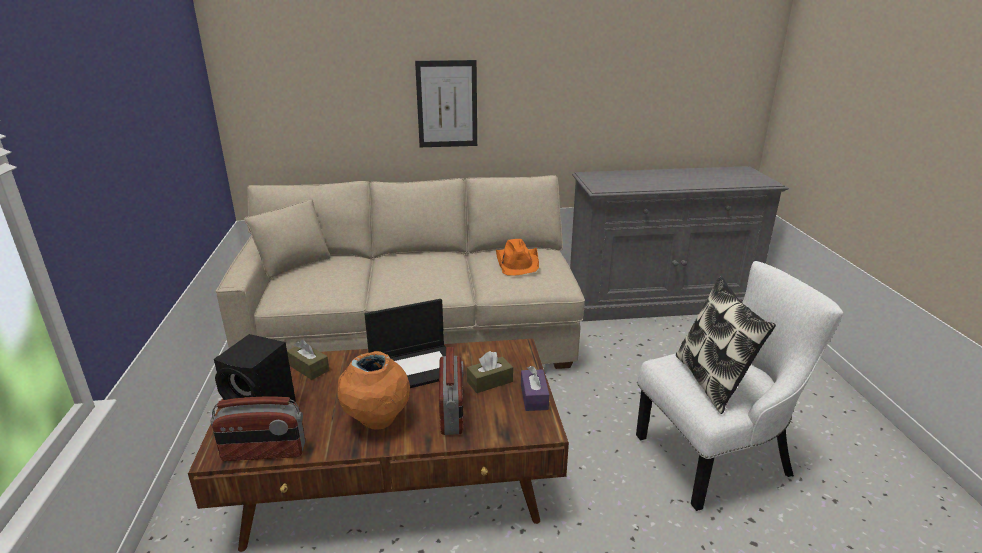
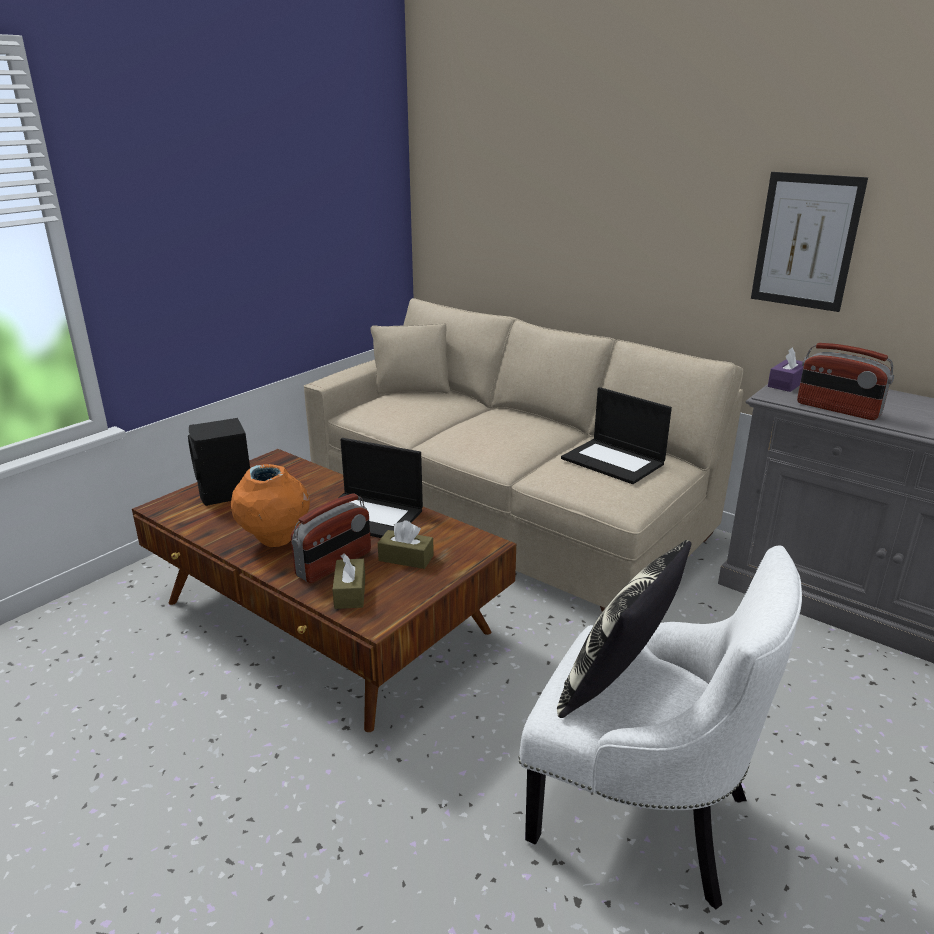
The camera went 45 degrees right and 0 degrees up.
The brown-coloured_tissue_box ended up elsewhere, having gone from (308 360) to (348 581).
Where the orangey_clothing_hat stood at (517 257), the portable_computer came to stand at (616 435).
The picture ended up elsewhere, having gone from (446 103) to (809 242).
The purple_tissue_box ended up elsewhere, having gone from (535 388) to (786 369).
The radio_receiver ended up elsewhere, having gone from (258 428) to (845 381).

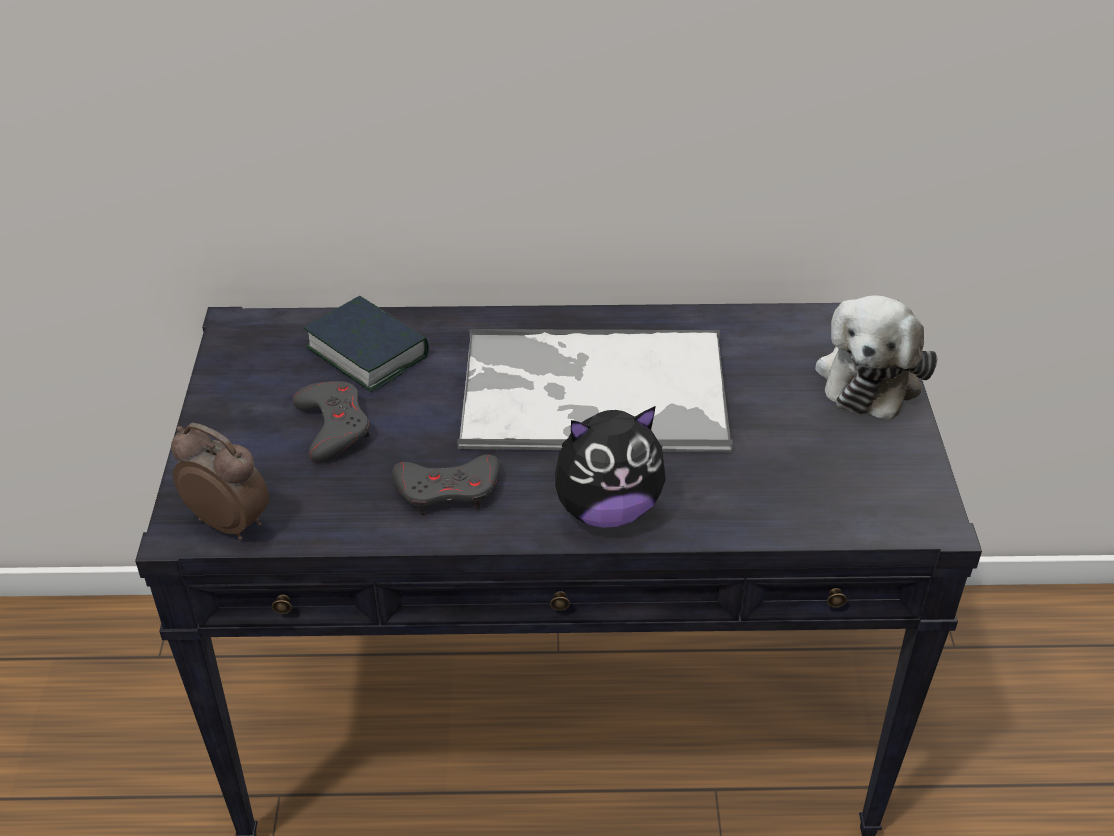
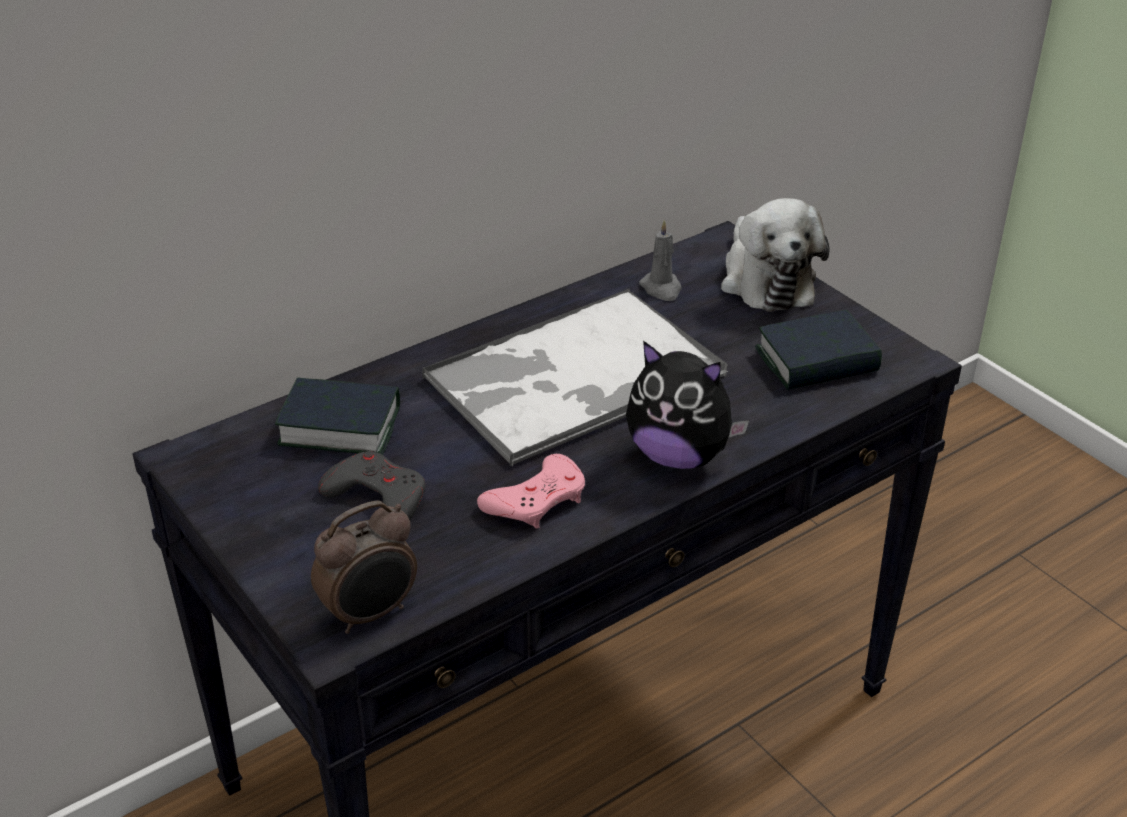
The camera went 35 degrees left and 5 degrees down.
The bedside_clock at (220 481) ended up facing another way, 150 degrees clockwise from before.
What was the grey_joypad at (446 484) turned into the pink_joypad at (531 491).
The soft_toy at (610 467) ended up facing another way, 75 degrees clockwise from before.
The second view gained the grey_wax_light at (660 260).
The second view gained the bound_book at (818 350).

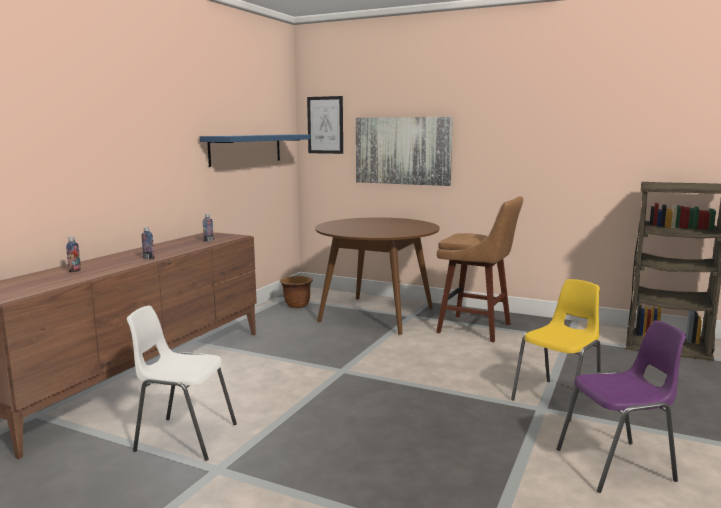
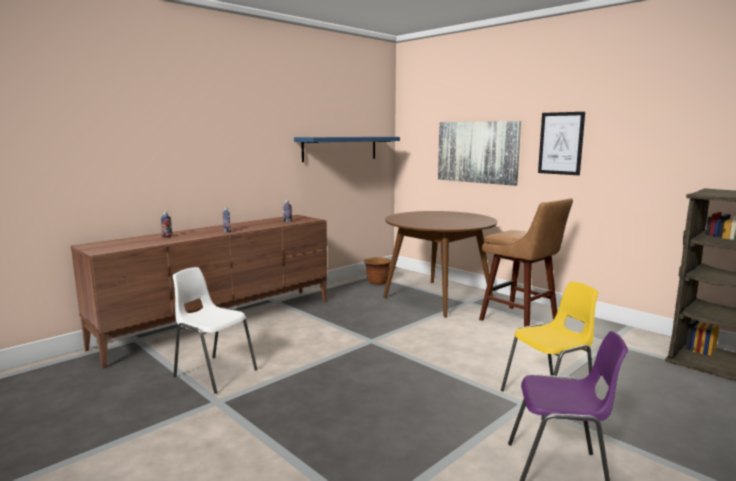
The camera went 20 degrees right and 0 degrees up.
The picture ended up elsewhere, having gone from (325 125) to (561 143).

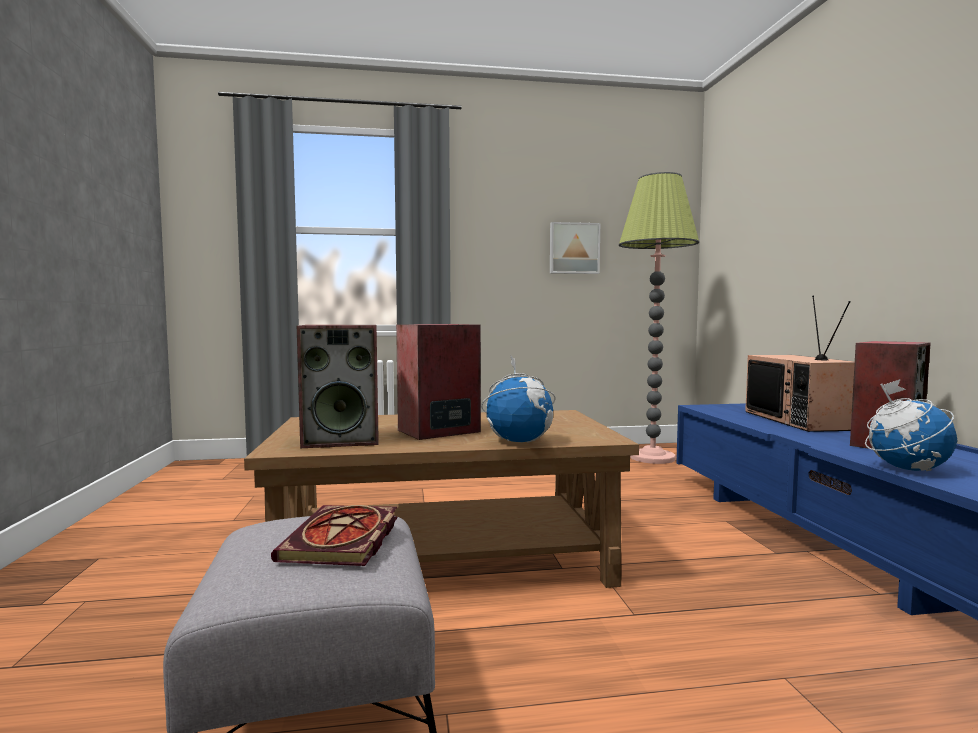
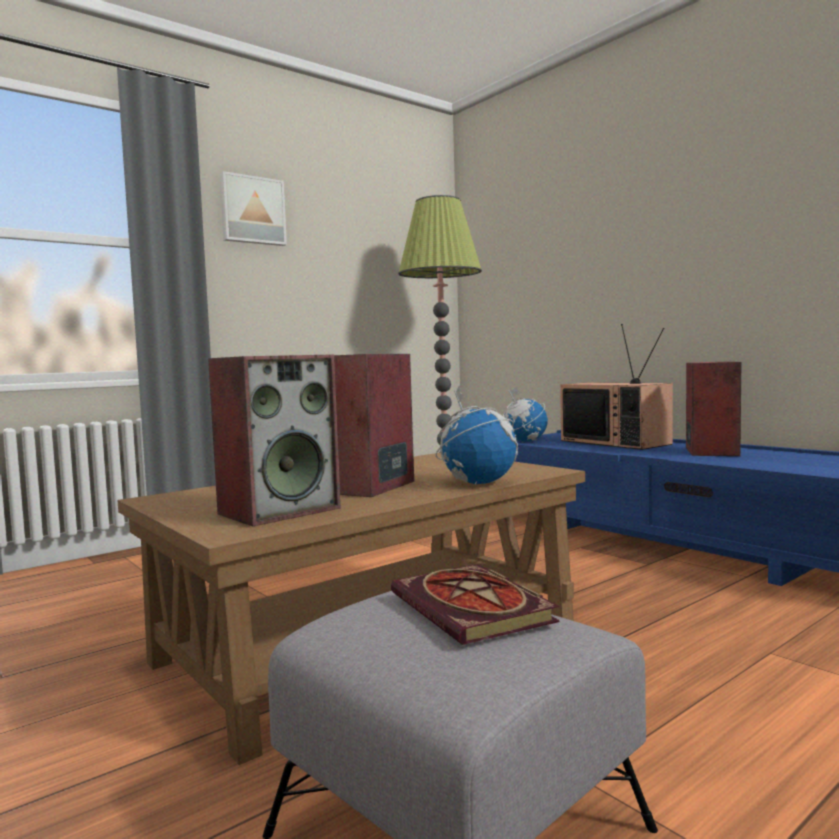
The camera went 30 degrees left and 0 degrees up.
The picture ended up elsewhere, having gone from (575 248) to (253 208).
The desk_globe ended up elsewhere, having gone from (911 425) to (525 414).

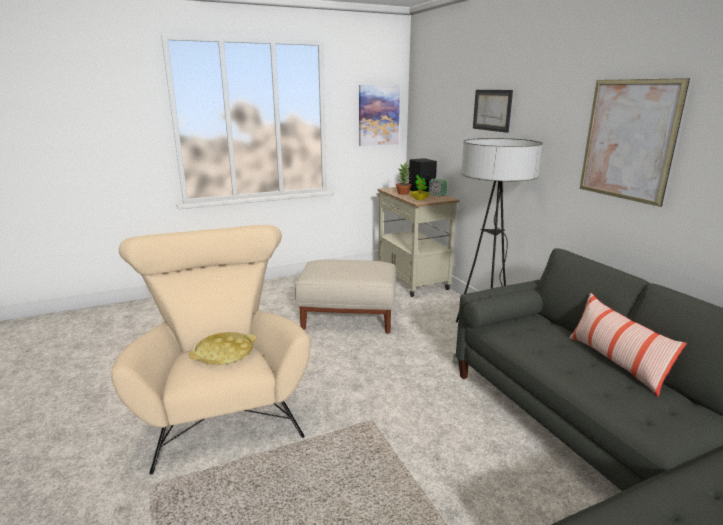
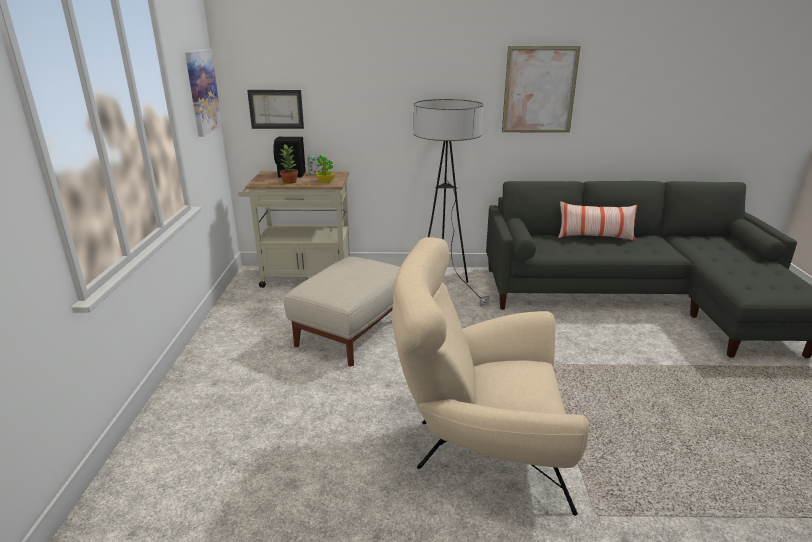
The camera went 65 degrees left and 5 degrees up.
The picture ended up elsewhere, having gone from (493 111) to (275 109).
The second view lost the yellow-coloured_carrying_tray at (222 348).

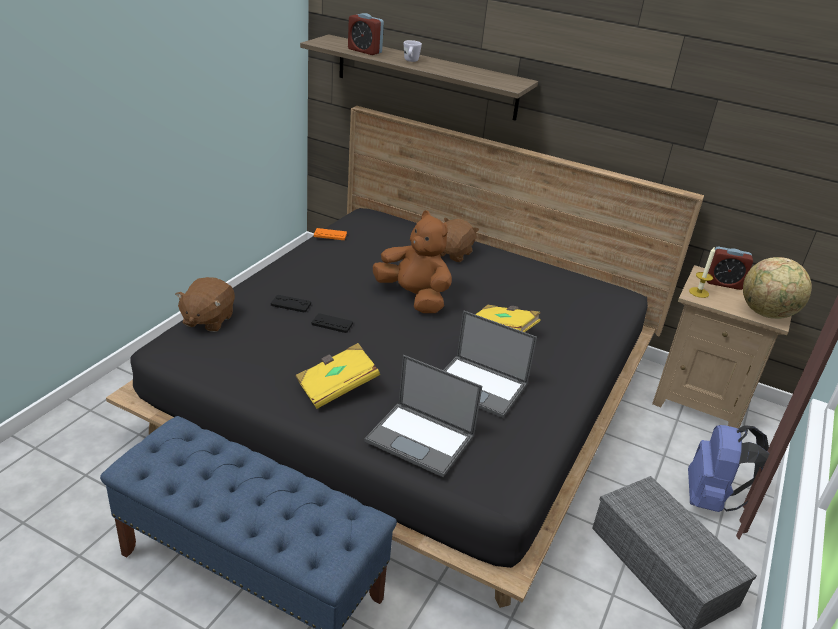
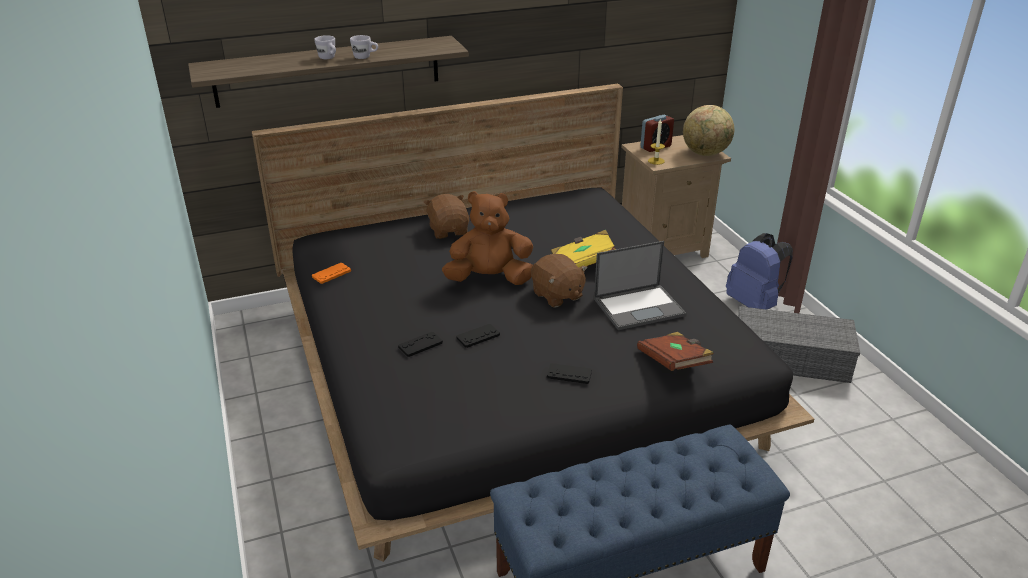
The camera went 45 degrees left and 0 degrees up.
The second view gained the white-coloured_coffee_mug at (364 47).
The brown-coloured_soft_toy ended up elsewhere, having gone from (205 304) to (559 281).
Where the yellow-coloured_bound_book stood at (337 376), the blackish_joypad came to stand at (569 373).
Where the portable_computer stood at (423 416), the brown-coloured_bound_book came to stand at (675 351).
The second view lost the bedside_clock at (366 34).

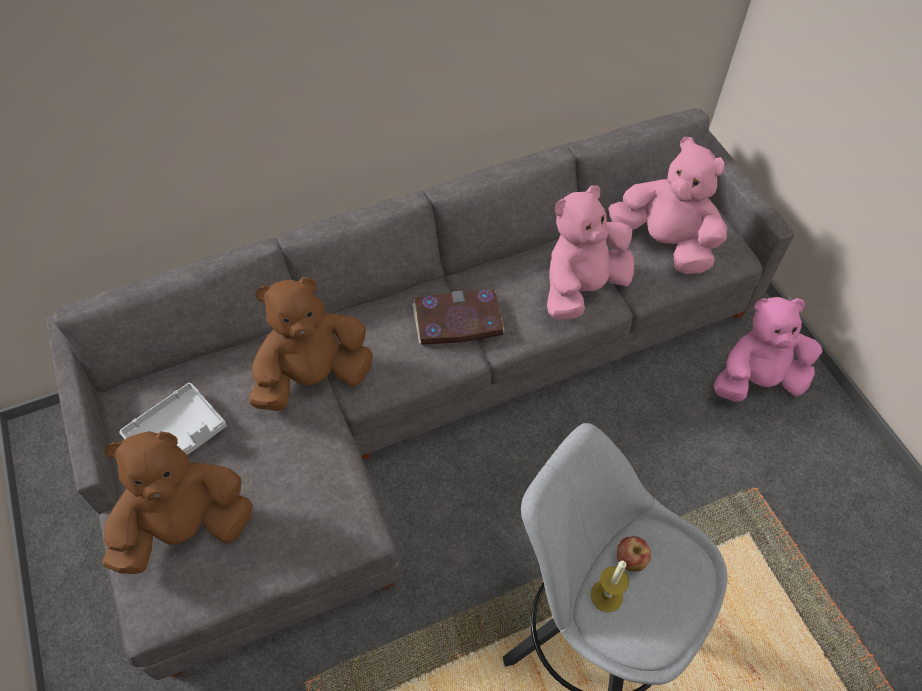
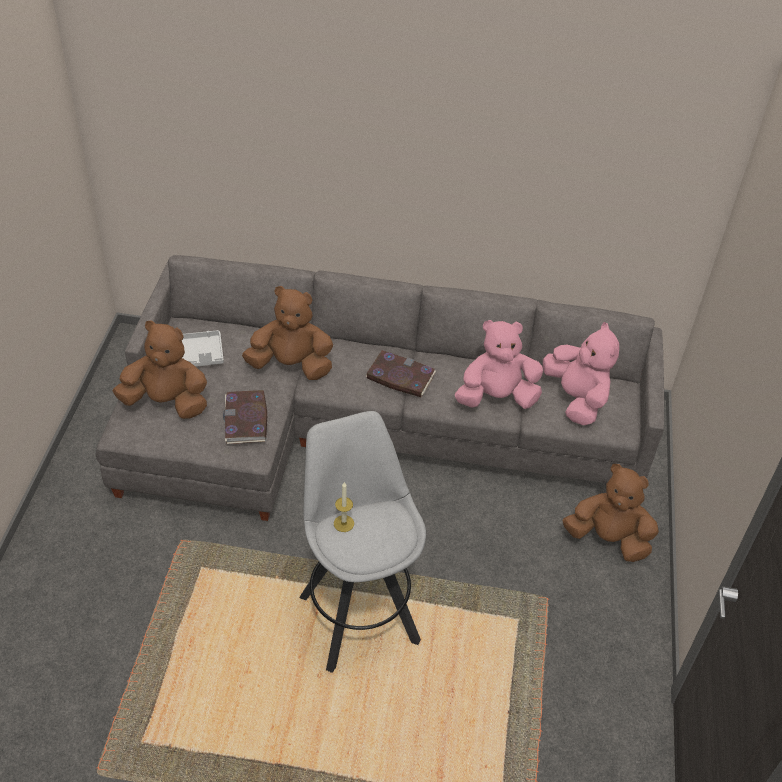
The camera went 30 degrees right and 10 degrees down.
The second view gained the bound_book at (245 417).
What was the pink_soft_toy at (768 349) turned into the brown-coloured_soft_toy at (611 513).
The second view lost the apple at (634 554).

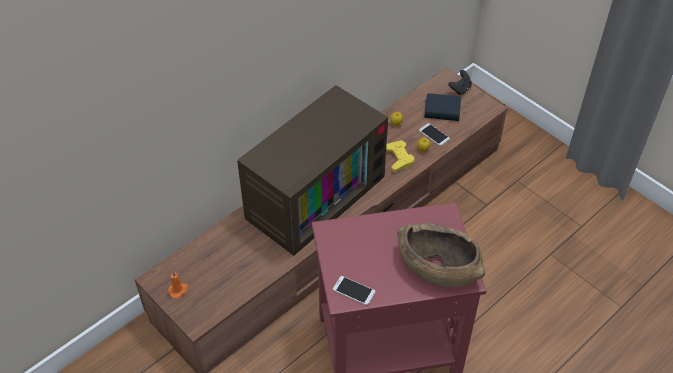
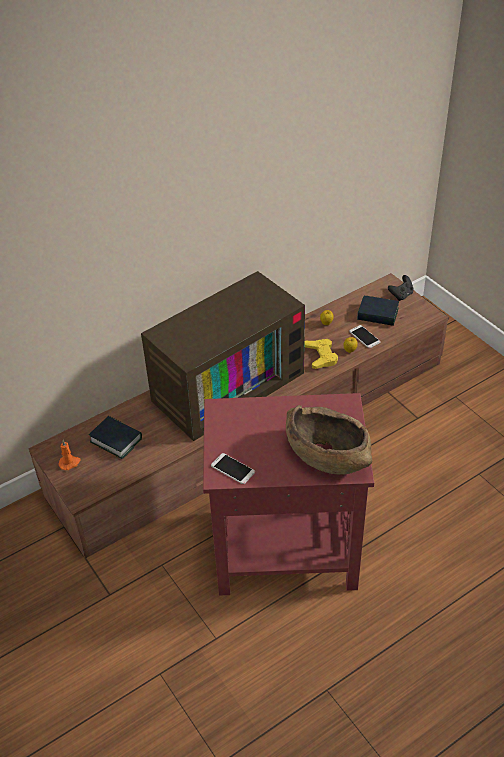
The camera went 10 degrees right and 5 degrees down.
The second view gained the bound_book at (115 437).

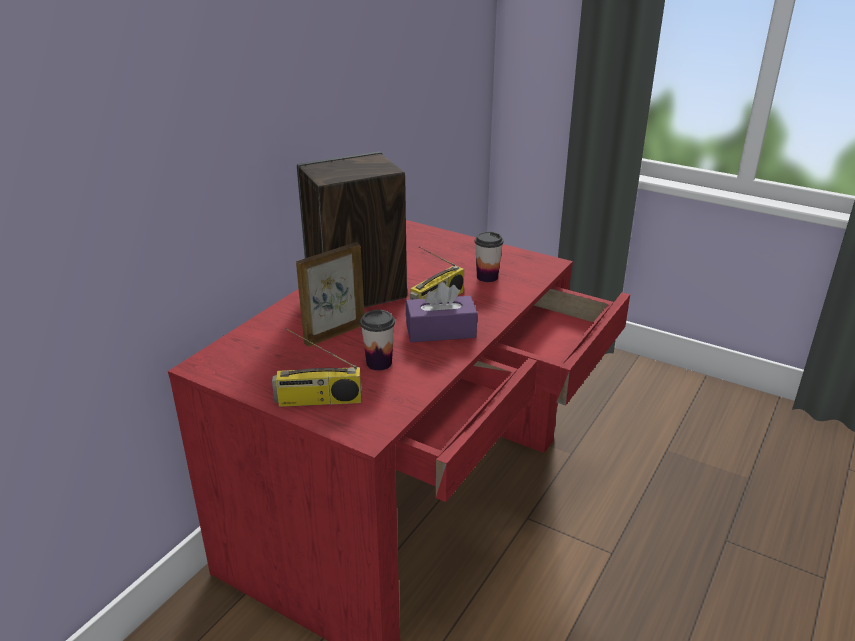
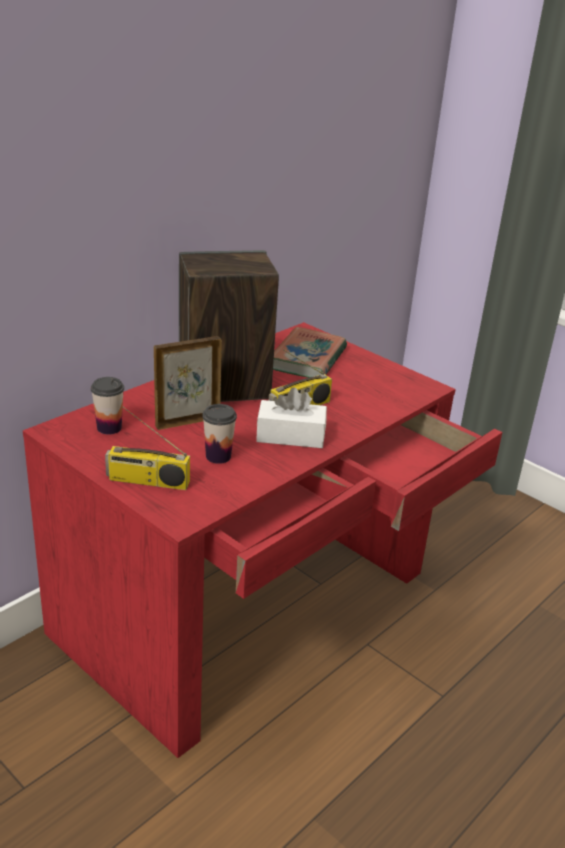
The camera went 10 degrees right and 0 degrees up.
The small_cup ended up elsewhere, having gone from (489 257) to (107 405).
What was the purple_tissue_box at (441 312) turned into the white-coloured_tissue_box at (291 417).
The second view gained the bound_book at (310 352).

